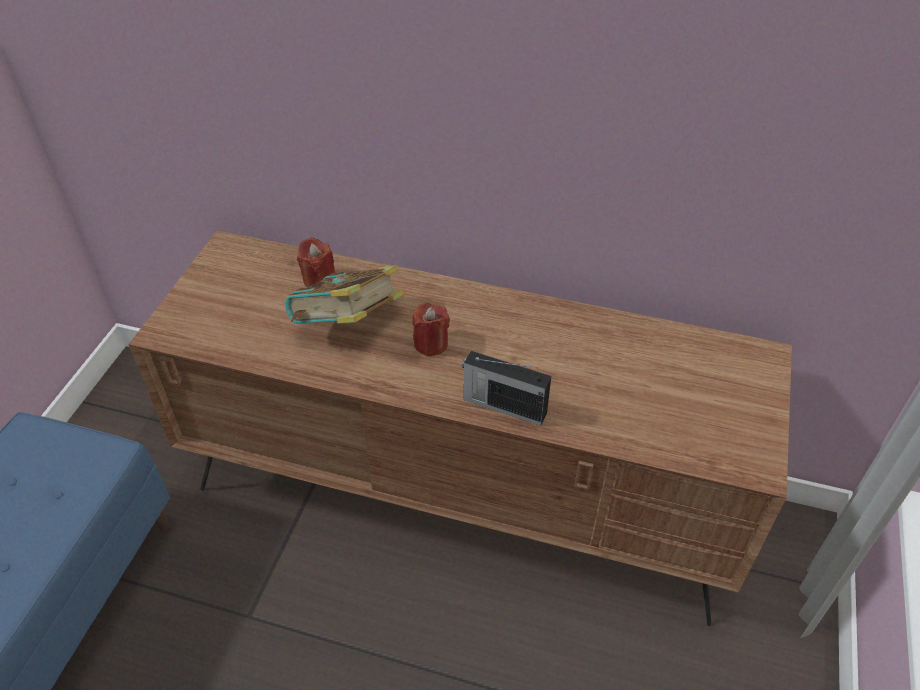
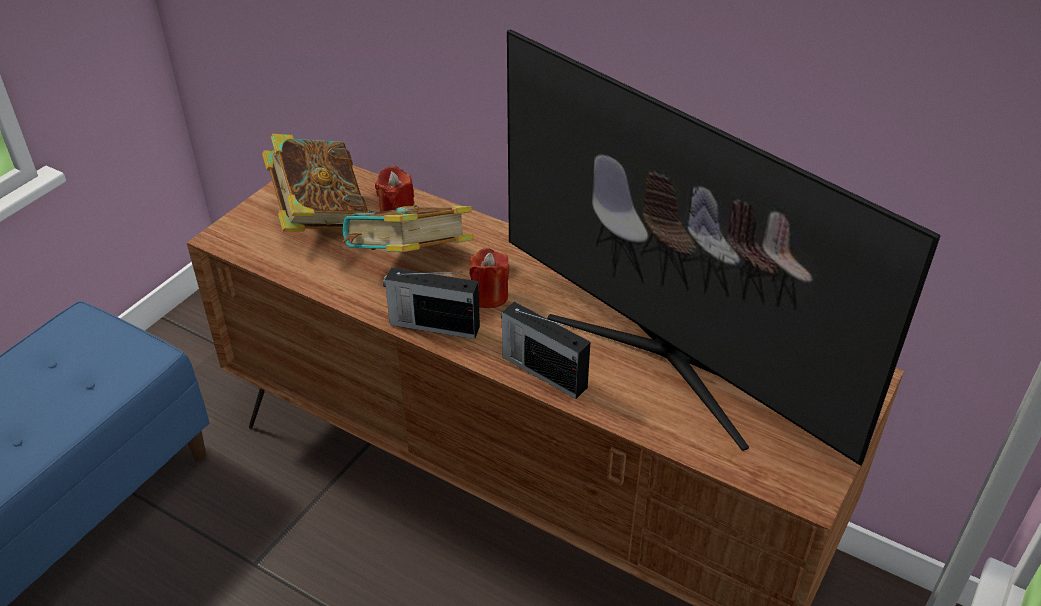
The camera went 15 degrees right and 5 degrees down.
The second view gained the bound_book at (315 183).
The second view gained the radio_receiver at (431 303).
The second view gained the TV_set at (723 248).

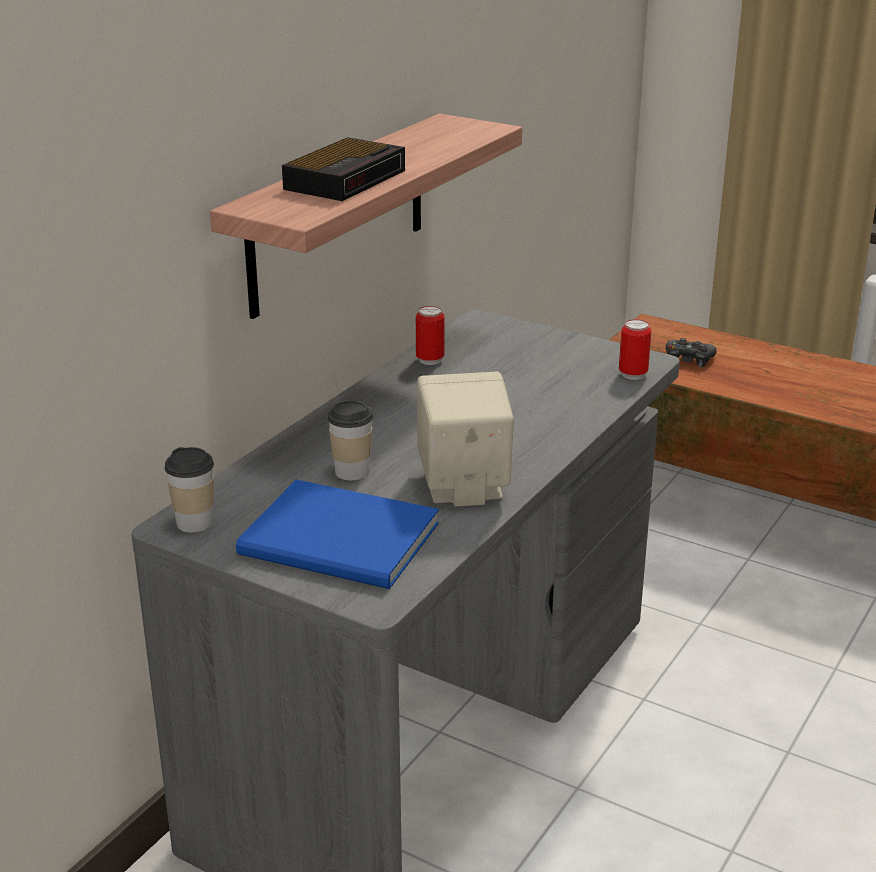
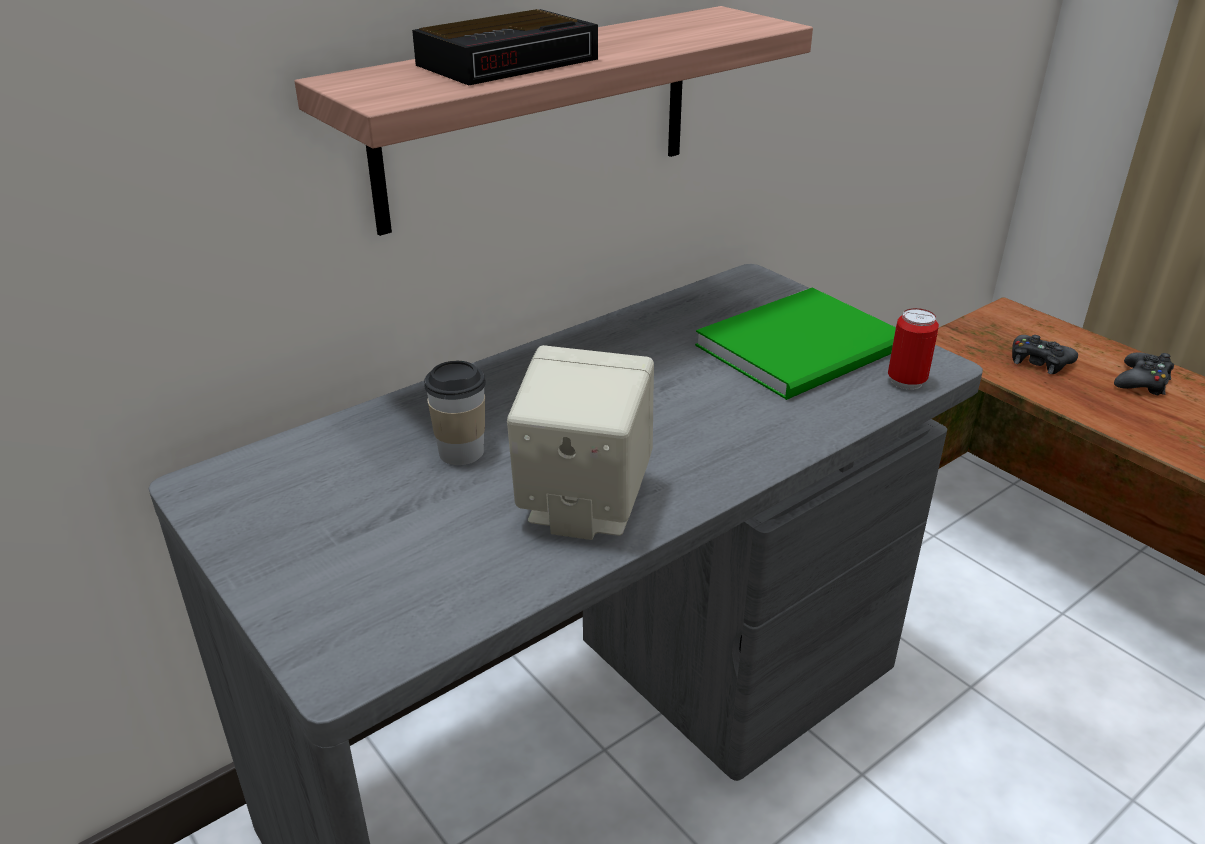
The camera went 20 degrees right and 5 degrees up.
The second view gained the green_bound_book at (795 344).
The second view gained the blackish_joypad at (1144 373).
The second view lost the small_cup at (189 490).
The second view lost the bluish_bound_book at (337 534).
The second view lost the metal_can at (430 335).

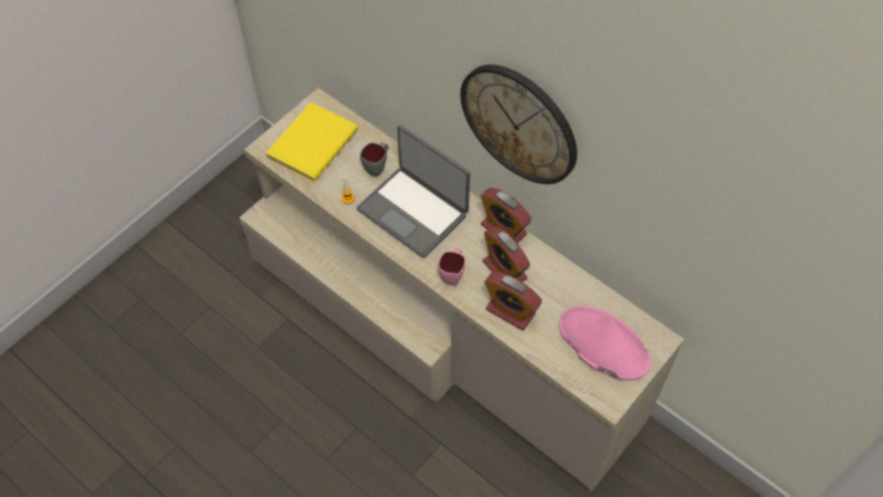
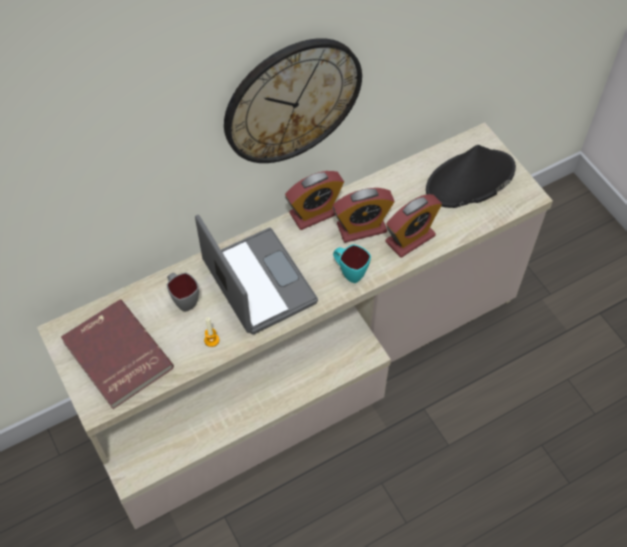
The camera went 70 degrees left and 0 degrees up.
What was the yellow-coloured_bound_book at (312 142) turned into the red-coloured_bound_book at (117 354).
The portable_computer at (413 191) ended up facing another way, 90 degrees counterclockwise from before.
What was the pink_coffee_mug at (452 266) turned into the turquoise-coloured_coffee_mug at (352 263).
What was the pink_clothing_hat at (605 343) turned into the blackish_clothing_hat at (471 176).

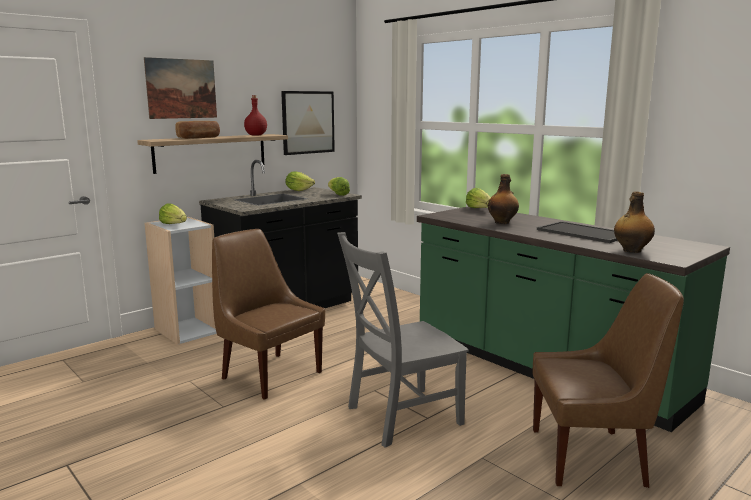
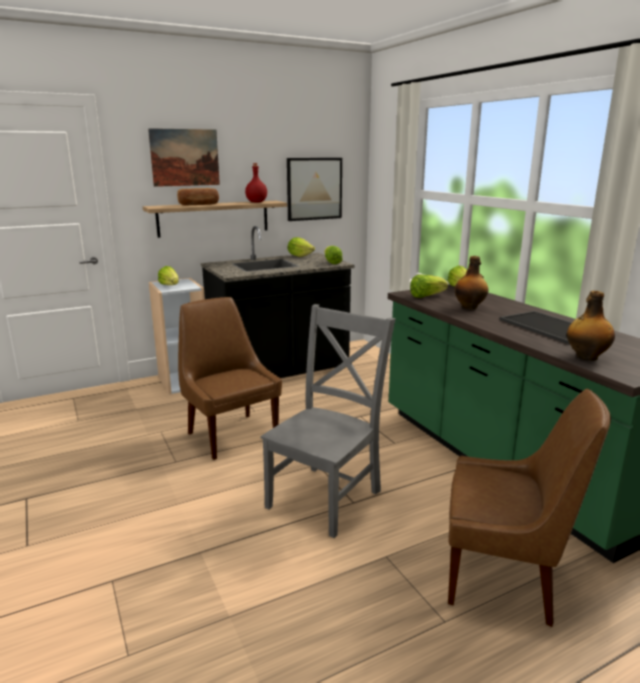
The camera went 15 degrees right and 5 degrees up.
The grey_upright_chair at (403 340) ended up facing another way, 135 degrees clockwise from before.
The second view gained the lettuce at (429 286).

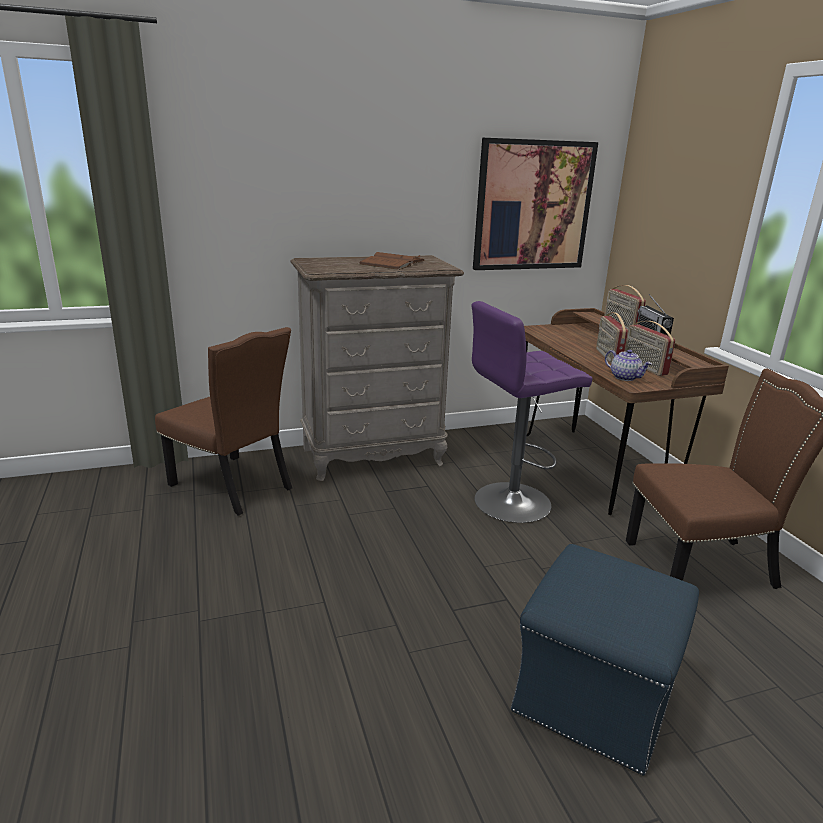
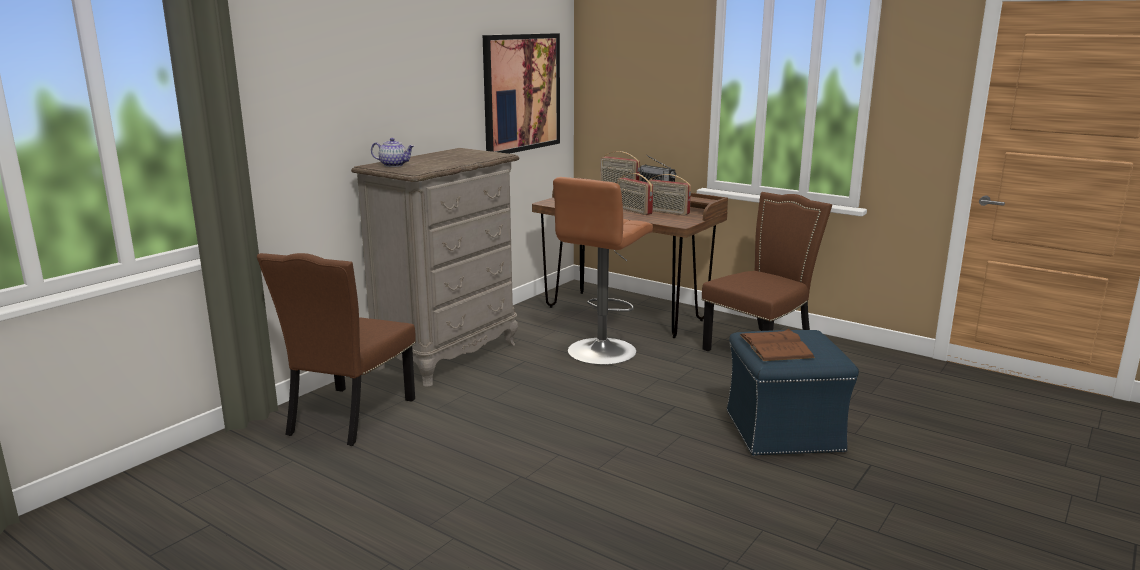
The camera went 35 degrees left and 5 degrees down.
The brown-coloured_upright_chair at (223 421) ended up facing another way, 105 degrees clockwise from before.
The pot_for_tea ended up elsewhere, having gone from (628 365) to (392 152).
What was the purple_stool_seat at (532 412) turned into the brown-coloured_stool_seat at (603 271).
The brown-coloured_bound_book ended up elsewhere, having gone from (392 261) to (777 344).

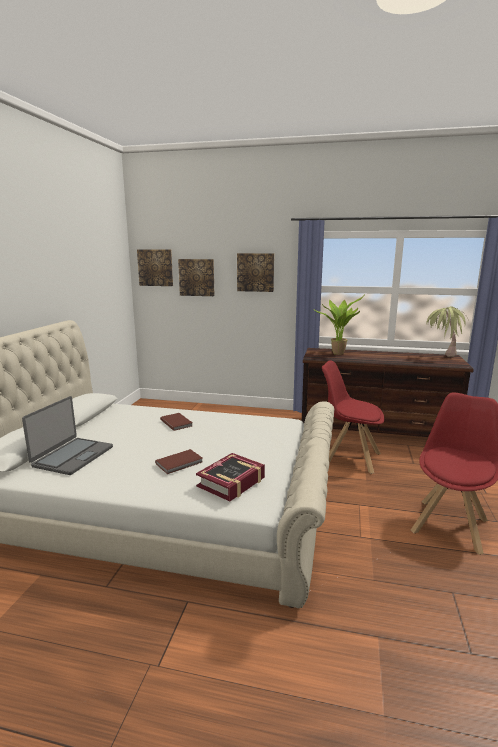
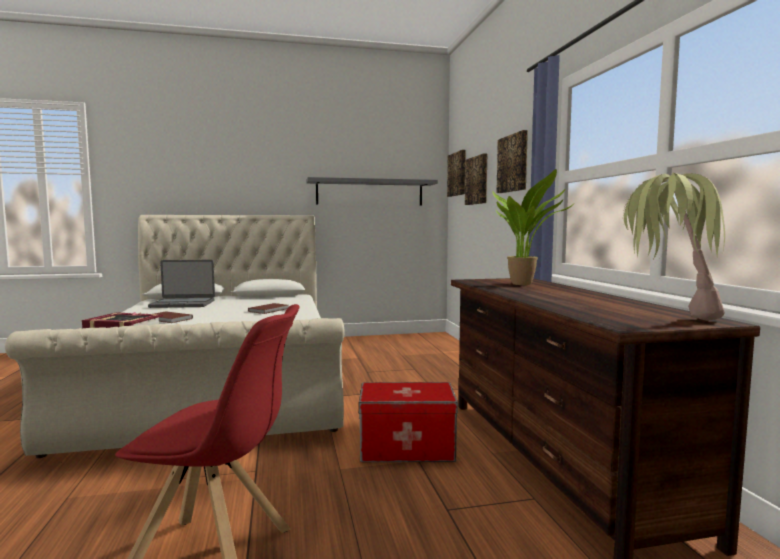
The camera went 65 degrees right and 10 degrees down.
The second view gained the grey_wall_shelf at (372 191).
Where the red-coloured_upright_chair stood at (353 417), the storage_bin came to stand at (408 422).

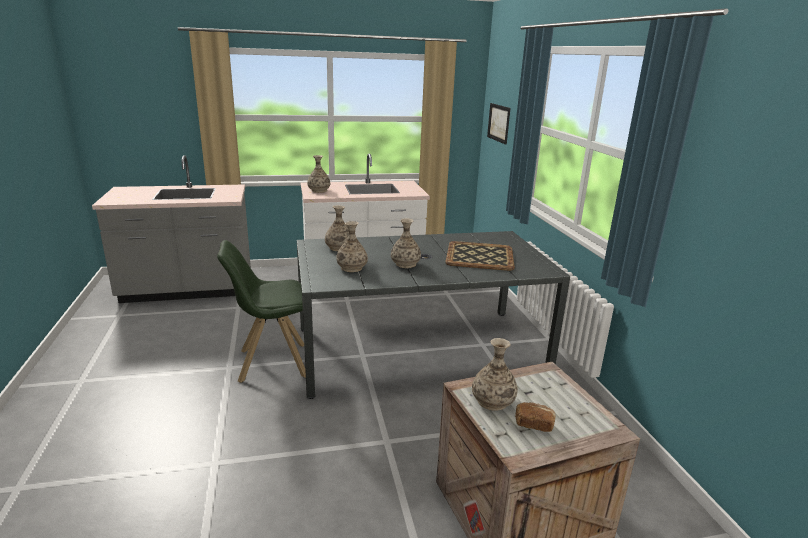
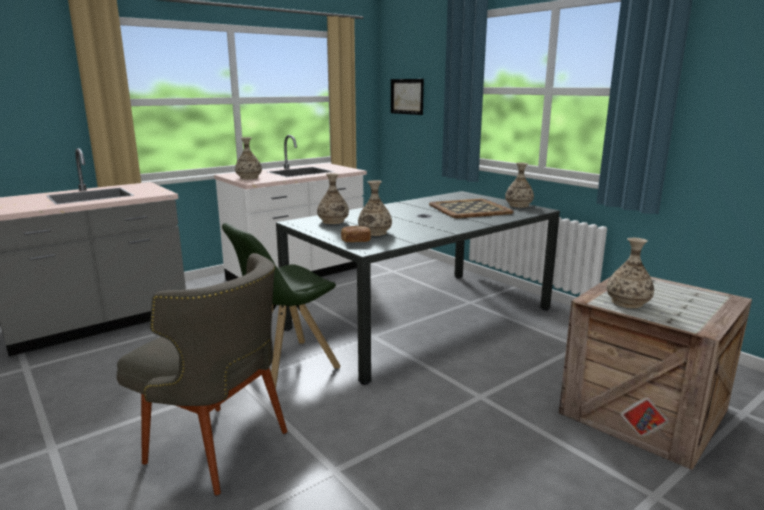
The camera went 25 degrees left and 5 degrees down.
The second view gained the grey_upright_chair at (201 374).
The bakery_bread ended up elsewhere, having gone from (535 417) to (356 234).
The vase ended up elsewhere, having gone from (406 243) to (519 184).

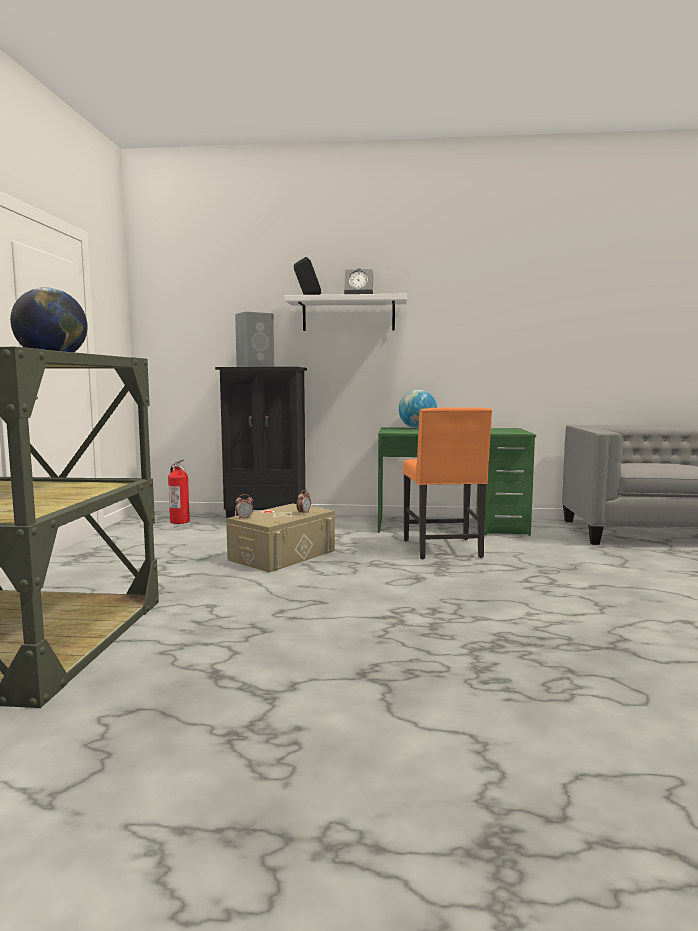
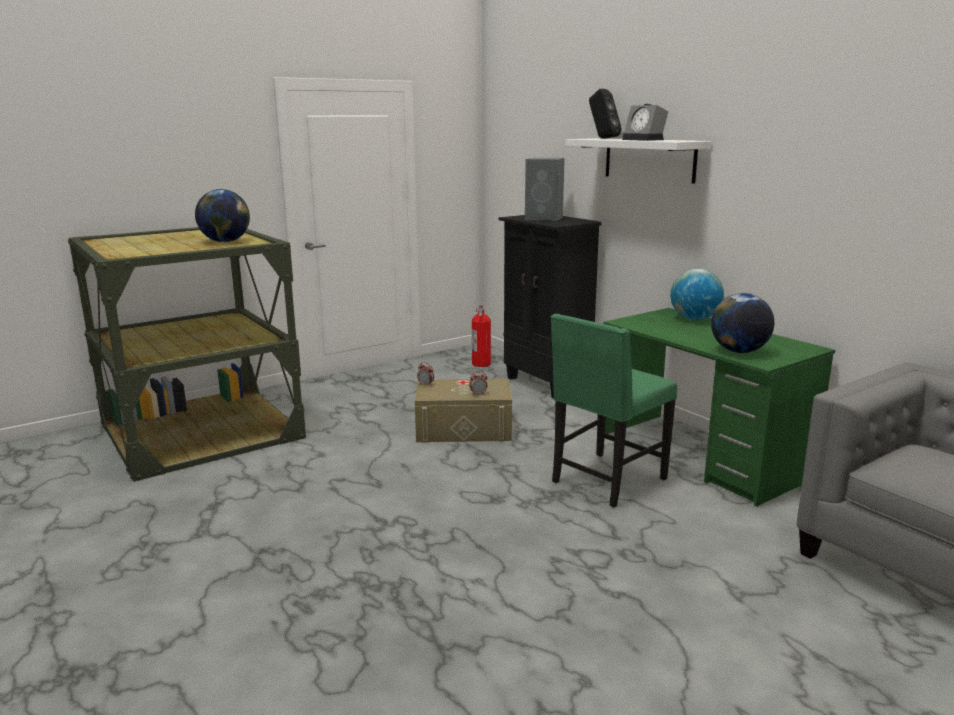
The camera went 50 degrees right and 10 degrees up.
What was the orangey_upright_chair at (448 484) turned into the green_upright_chair at (614 411).
The second view gained the desk_globe at (742 323).

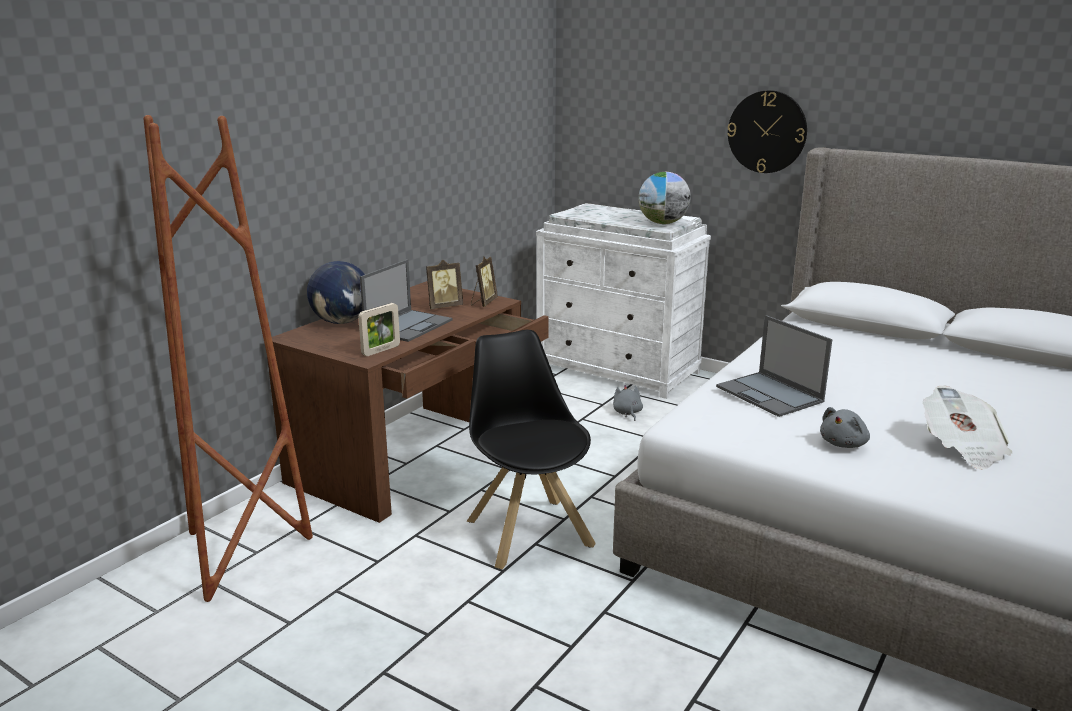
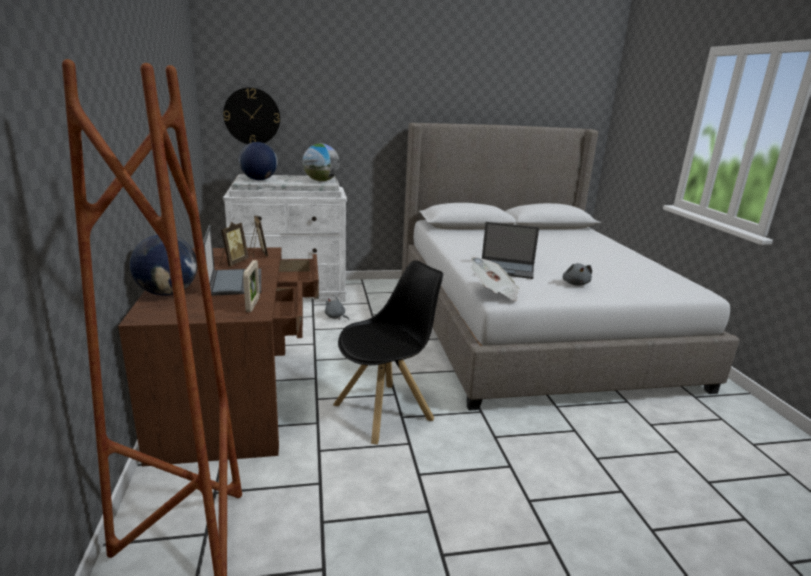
The camera went 45 degrees left and 0 degrees up.
The clock_on_the_wall ended up elsewhere, having gone from (767 131) to (251 115).
The second view gained the desk_globe at (258 161).
The blackish_upright_chair at (531 449) ended up facing another way, 120 degrees clockwise from before.
The daily_paper ended up elsewhere, having gone from (967 428) to (495 279).

